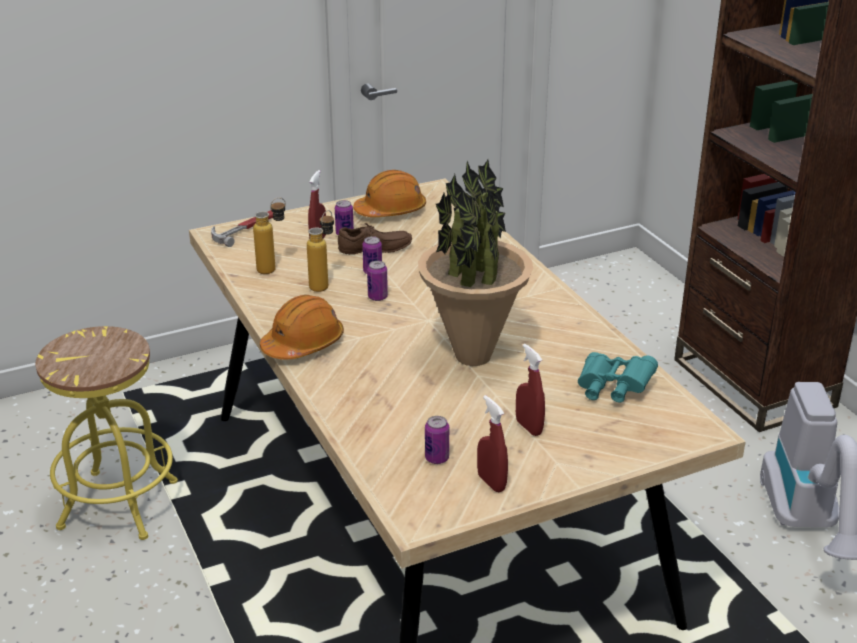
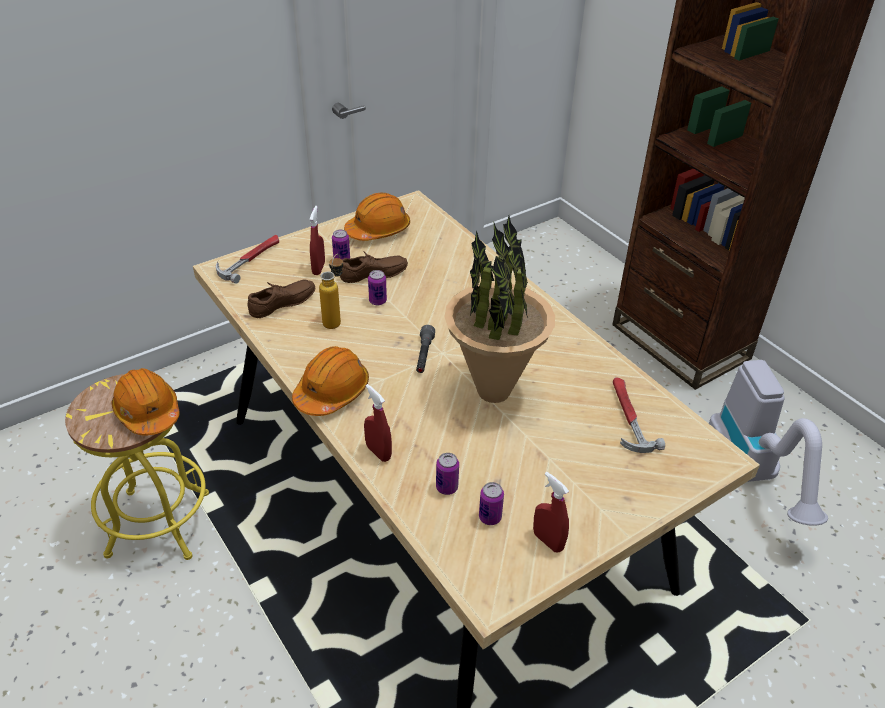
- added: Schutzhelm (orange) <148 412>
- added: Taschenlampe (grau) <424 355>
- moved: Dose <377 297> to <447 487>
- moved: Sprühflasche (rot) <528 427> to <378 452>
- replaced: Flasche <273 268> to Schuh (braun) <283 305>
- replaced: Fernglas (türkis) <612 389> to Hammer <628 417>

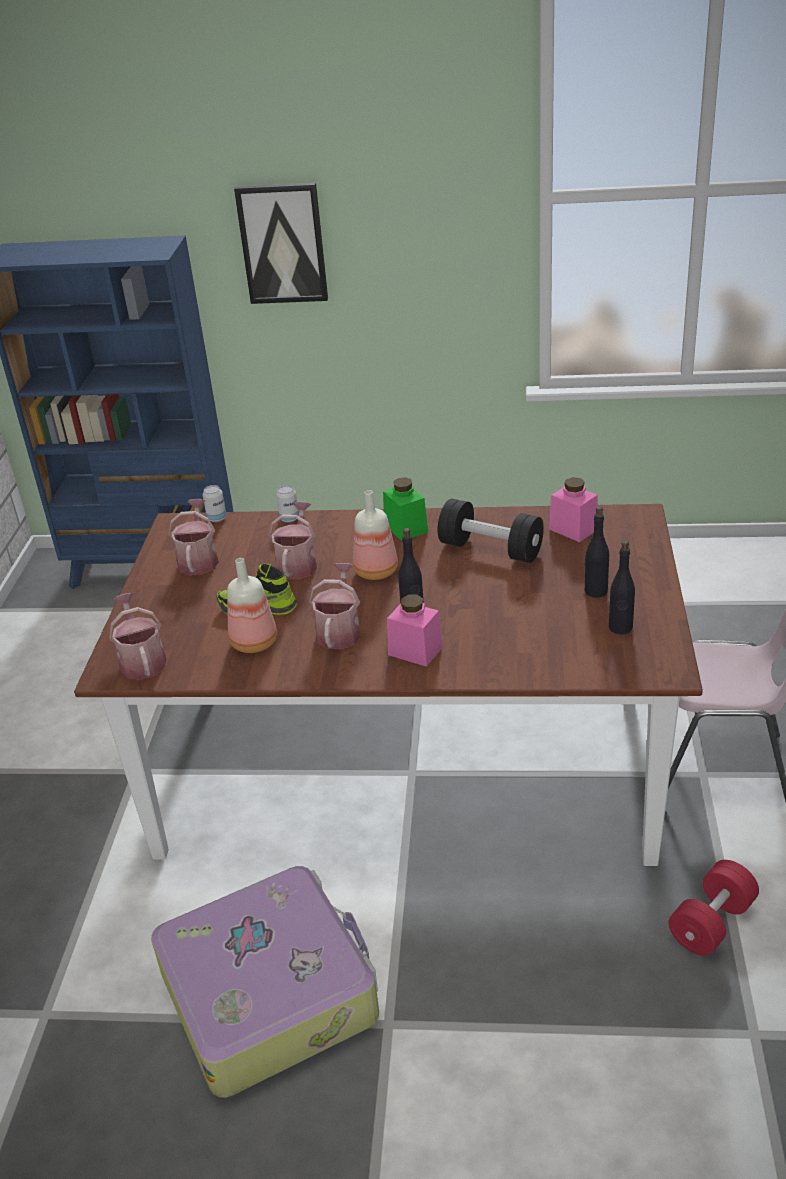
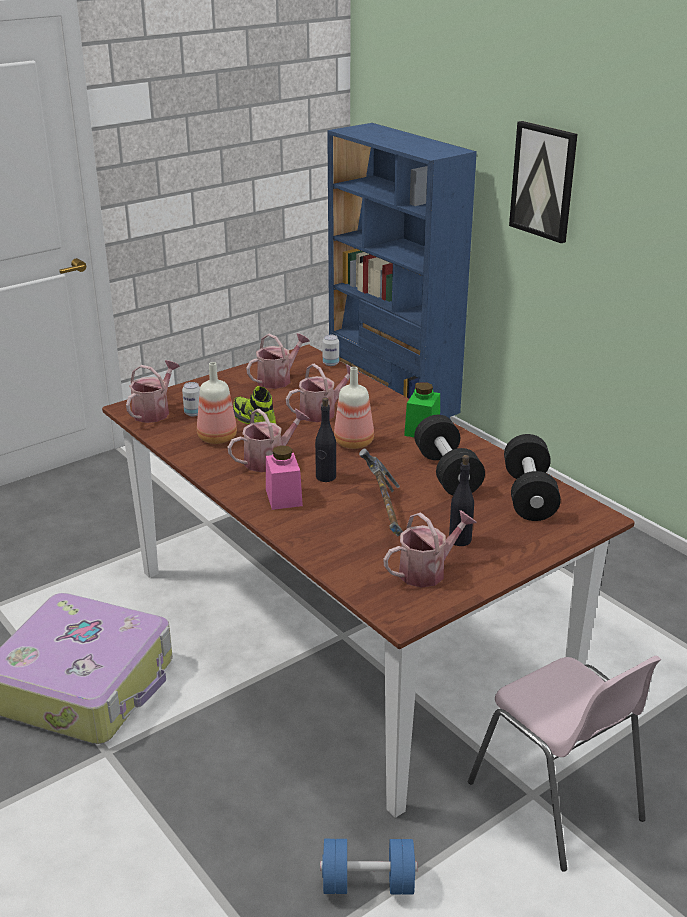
- added: Hammer <384 515>
- moved: Dose <289 518> to <193 413>
- replaced: Vorratsglas (rosa) <573 529> to Hantel (schwarz) <529 495>
- replaced: Flasche (schwarz) <620 628> to Gießkanne <427 571>
- recoloured: Hantel (rot) <711 923> to Hantel (blau) <368 883>

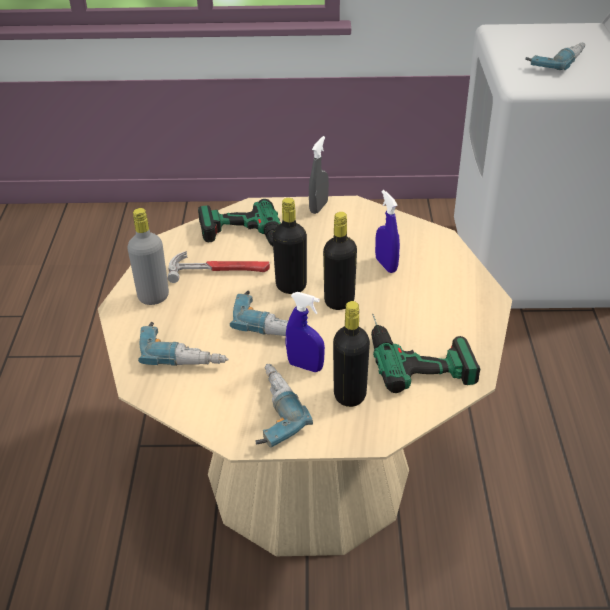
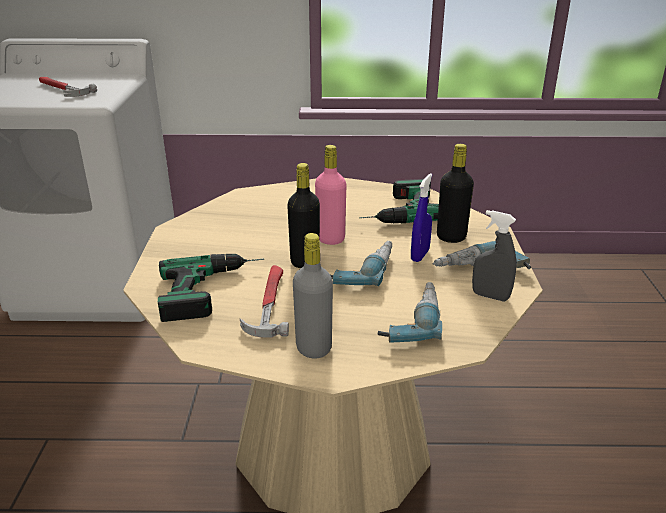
- removed: Sprühflasche (blau) <386 265>
- moved: Sprühflasche (grau) <318 207> to <490 296>
- replaced: Bohrmaschine <555 61> to Hammer <62 89>
- recoloured: Flasche (schwarz) <339 301> to Flasche (rosa) <330 239>

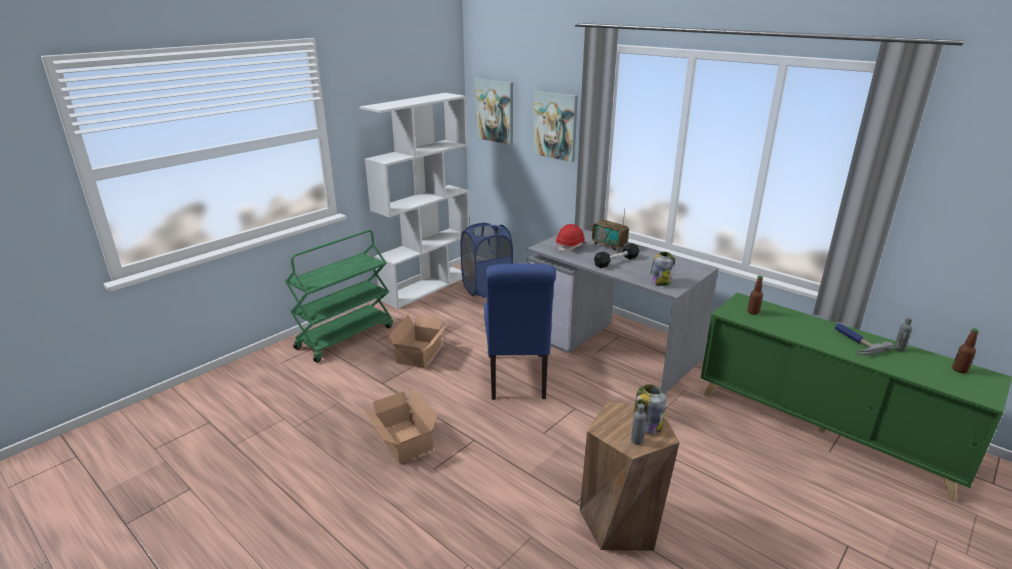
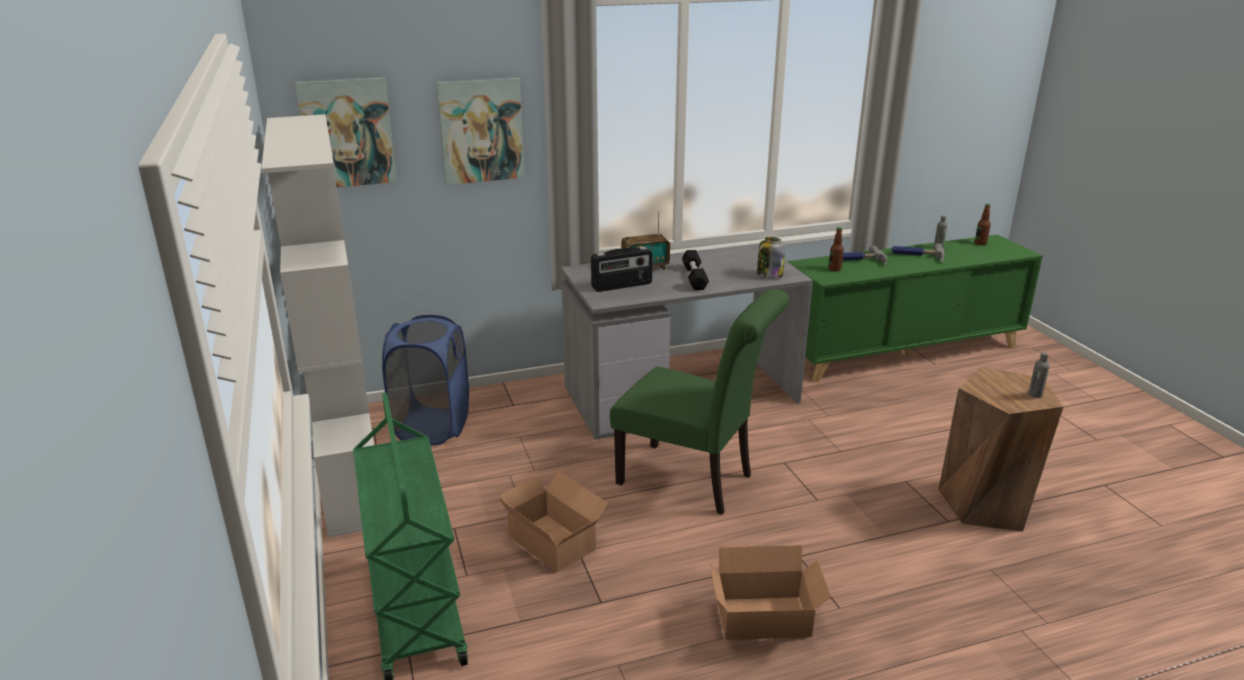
- removed: Vorratsglas <647 424>
- added: Hammer <858 260>
- replaced: Schutzhelm (rot) <571 246> to Radio <622 286>
- recoloured: Stuhl (blau) <517 379> to Stuhl (grün) <693 481>

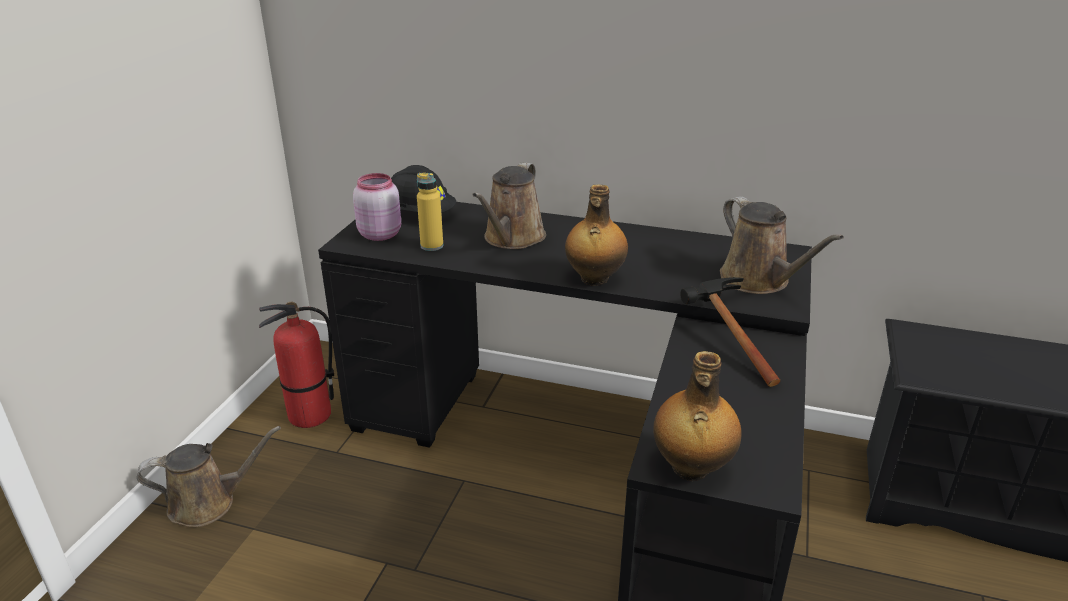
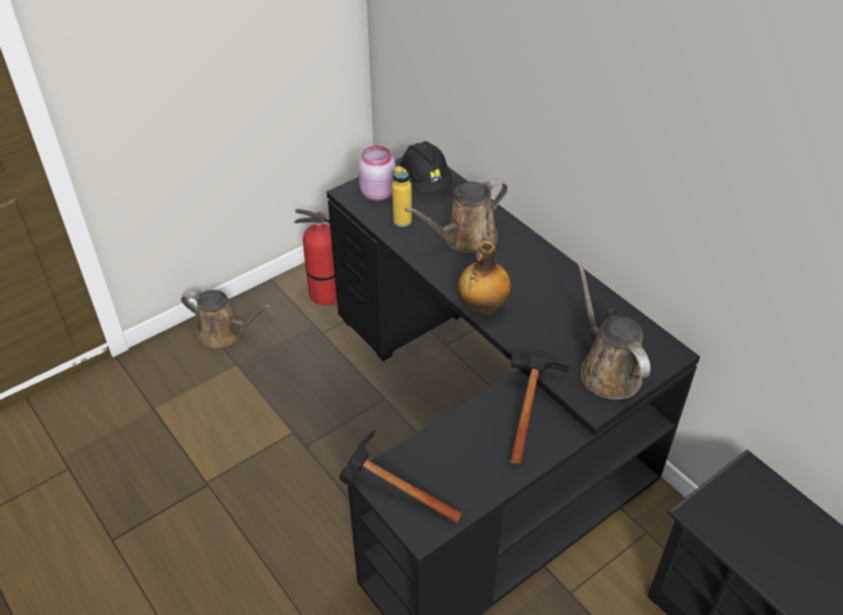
- replaced: Flasche <690 468> to Hammer <389 491>
- turned: Gießkanne (braun) <759 281> = <607 370> 150 degrees clockwise

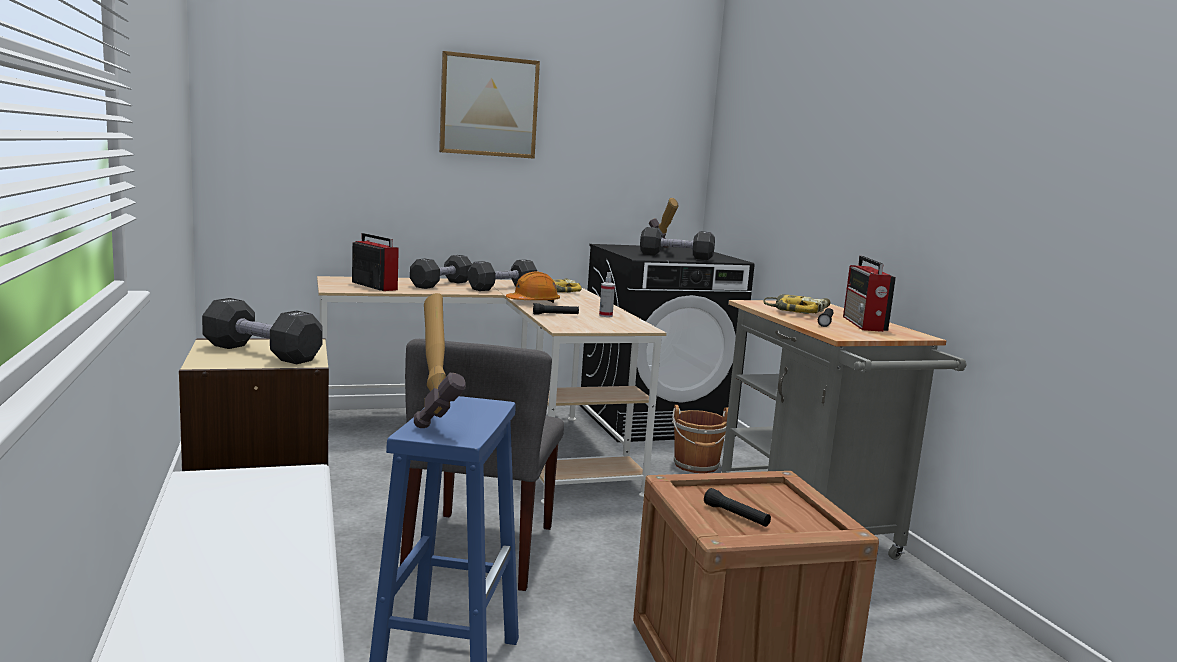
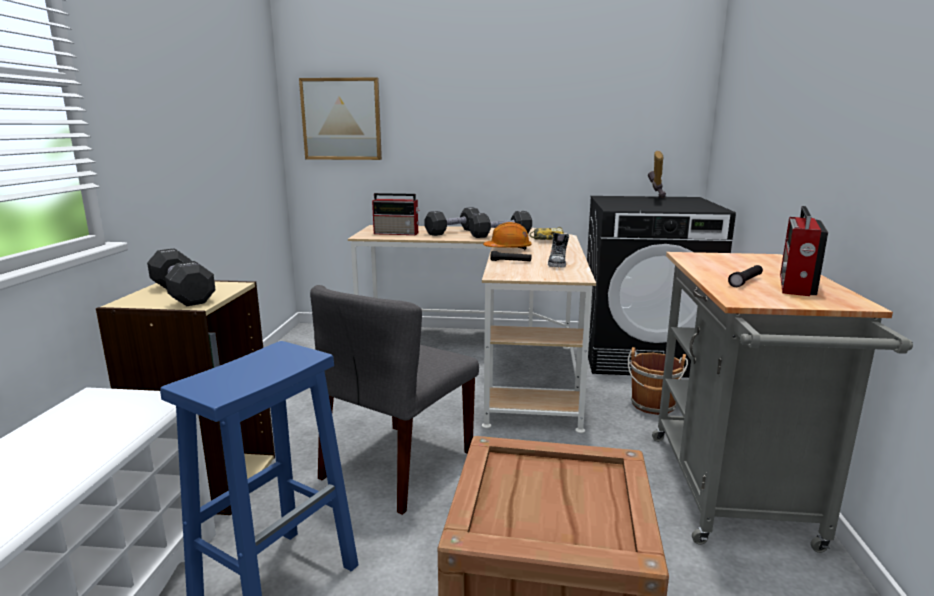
- removed: Hammer <439 414>
- removed: Hantel (schwarz) <676 256>
- removed: Taschenlampe (schwarz) <736 516>
- removed: Bohrmaschine <798 311>
- moved: Bild <488 106> to <341 119>
- replaced: Sprühflasche <605 315> to Schuh <558 263>
- turned: Radio <374 286> = <397 233> 120 degrees clockwise

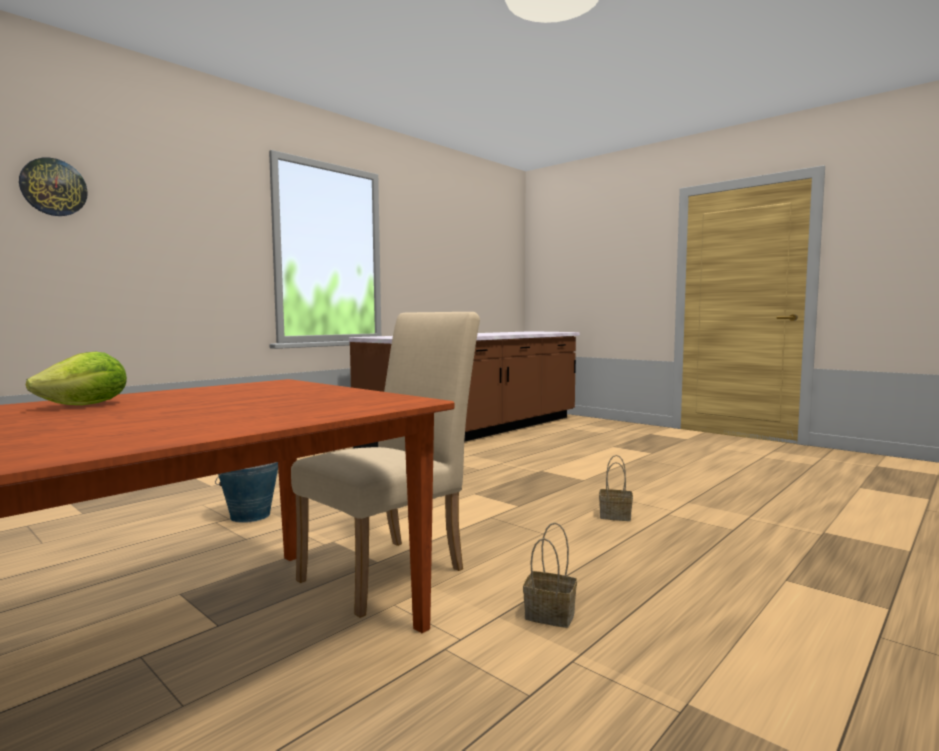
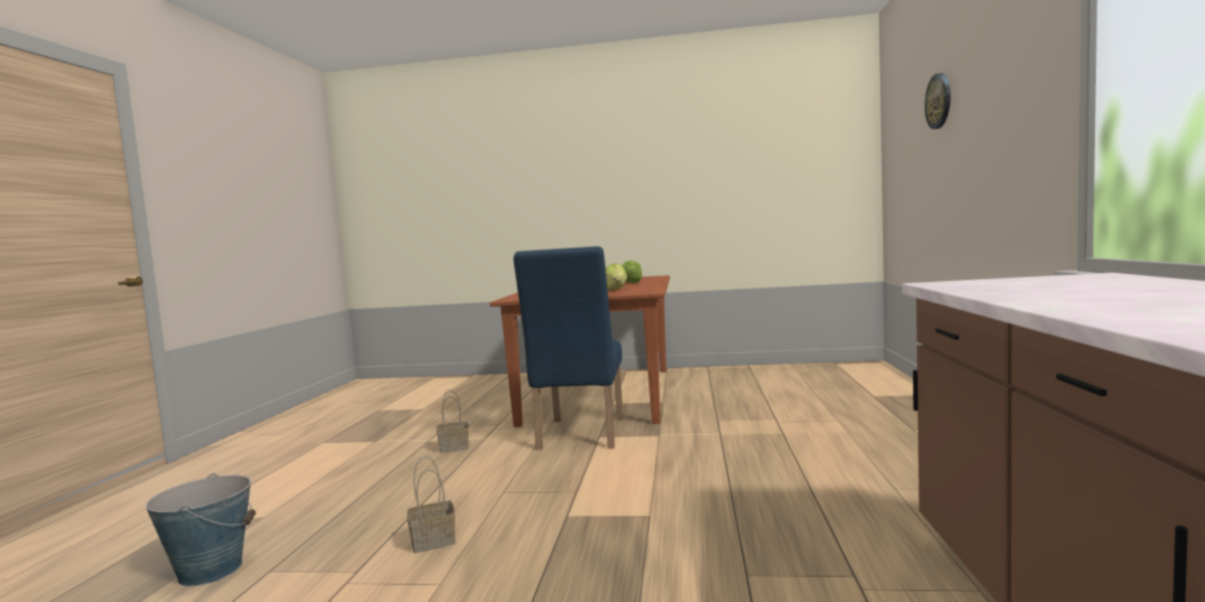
- added: Salatkopf <616 289>
- moved: Eimer <250 516> to <211 570>
- recoloured: Stuhl (beige) <392 570> to Stuhl (blau) <579 436>

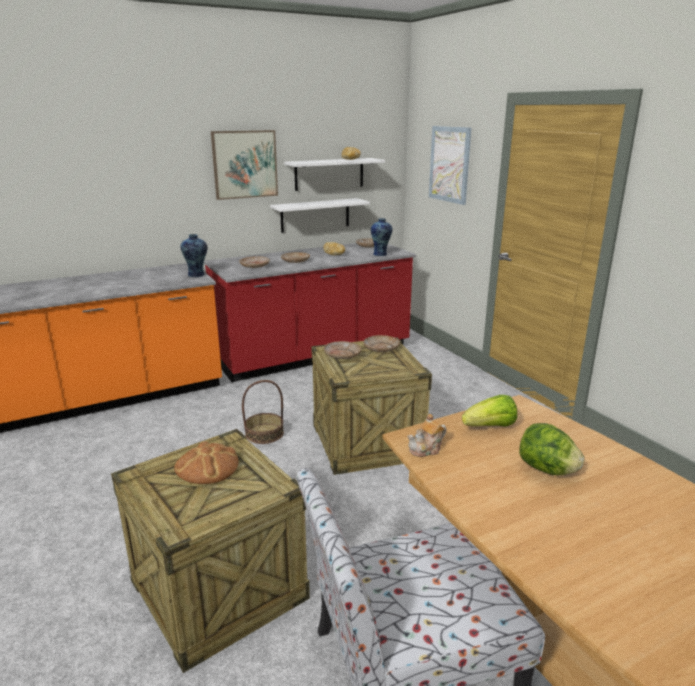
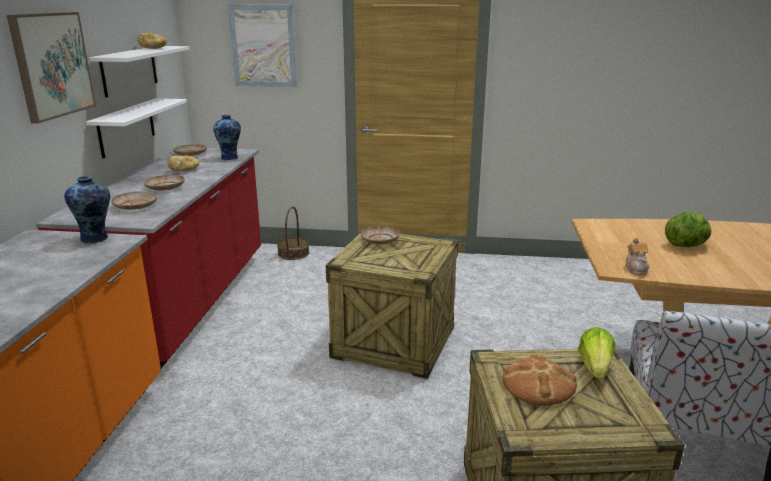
- removed: Teller (beige) <342 355>
- moved: Korb <264 433> to <293 253>
- moved: Salatkopf <490 427> to <595 367>

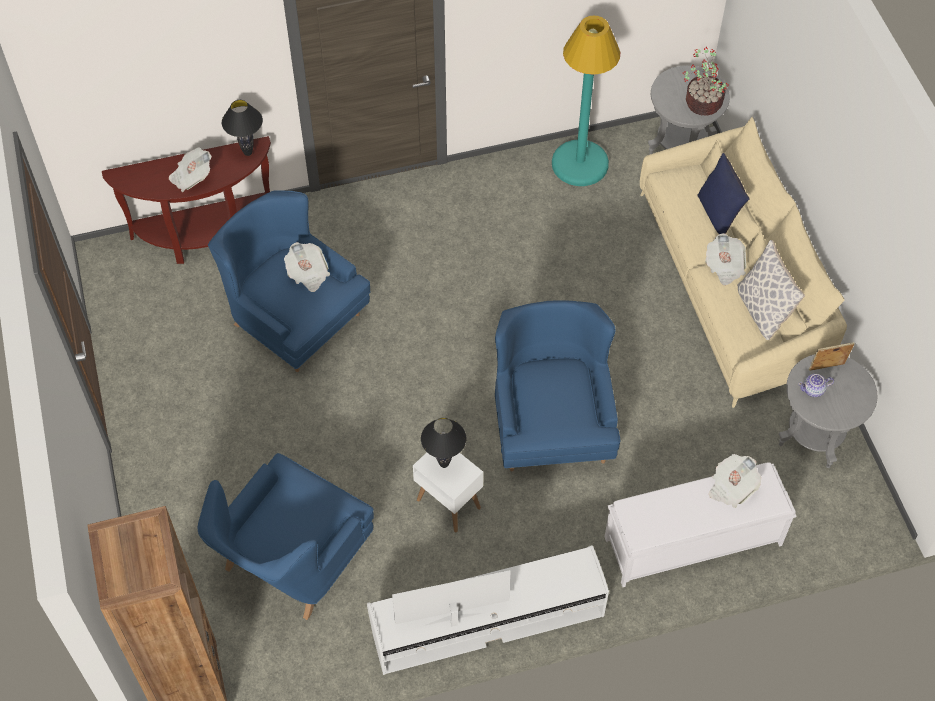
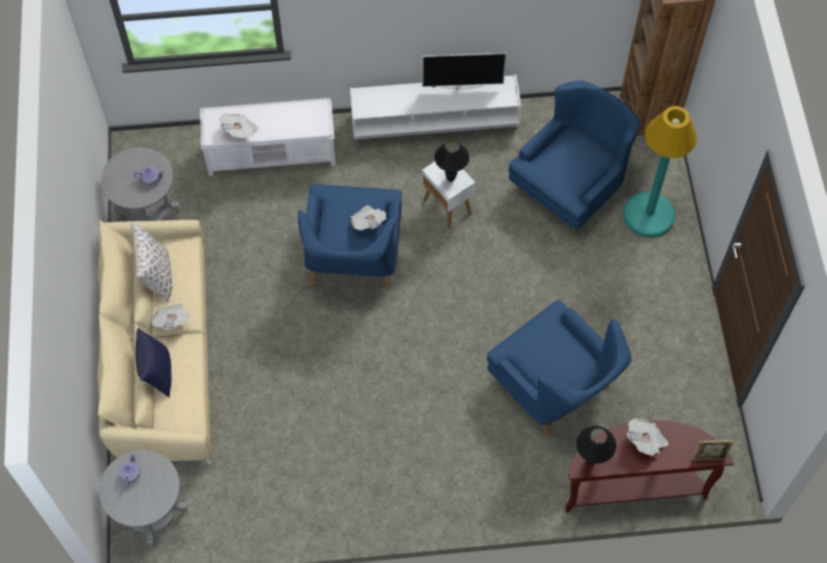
- moved: Zeitung <308 274> to <368 222>
- moved: Stehlampe (türkis) <580 163> to <648 215>
- moved: Bilderrahmen <826 368> to <709 457>
- replaced: Topfpflanze <702 102> to Teekanne <130 474>

